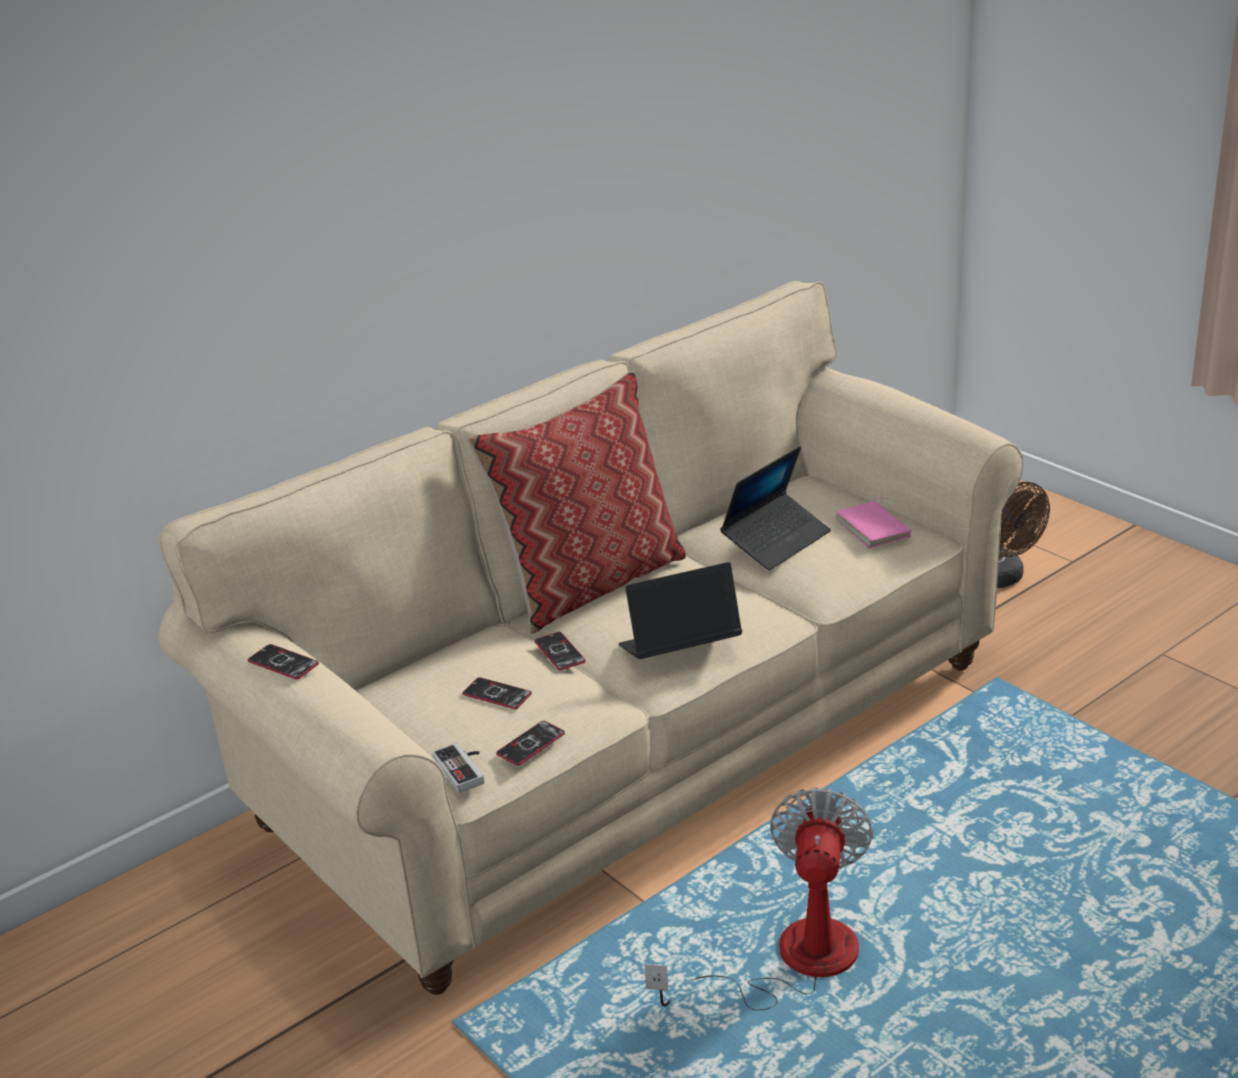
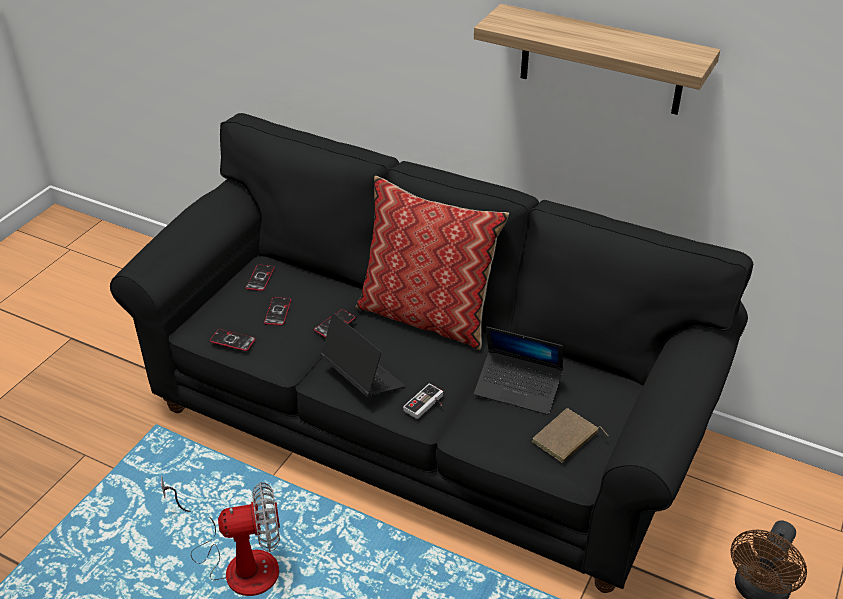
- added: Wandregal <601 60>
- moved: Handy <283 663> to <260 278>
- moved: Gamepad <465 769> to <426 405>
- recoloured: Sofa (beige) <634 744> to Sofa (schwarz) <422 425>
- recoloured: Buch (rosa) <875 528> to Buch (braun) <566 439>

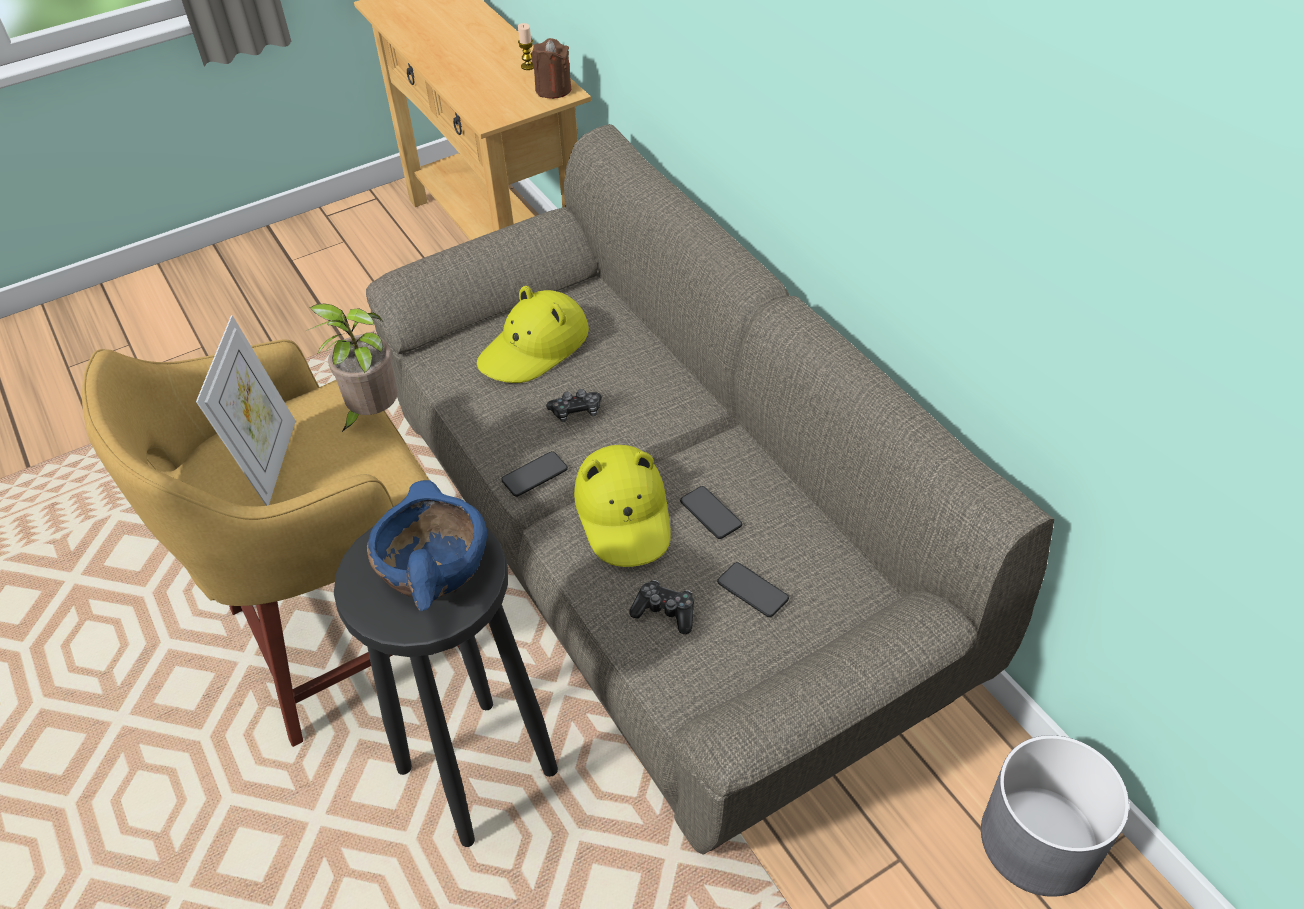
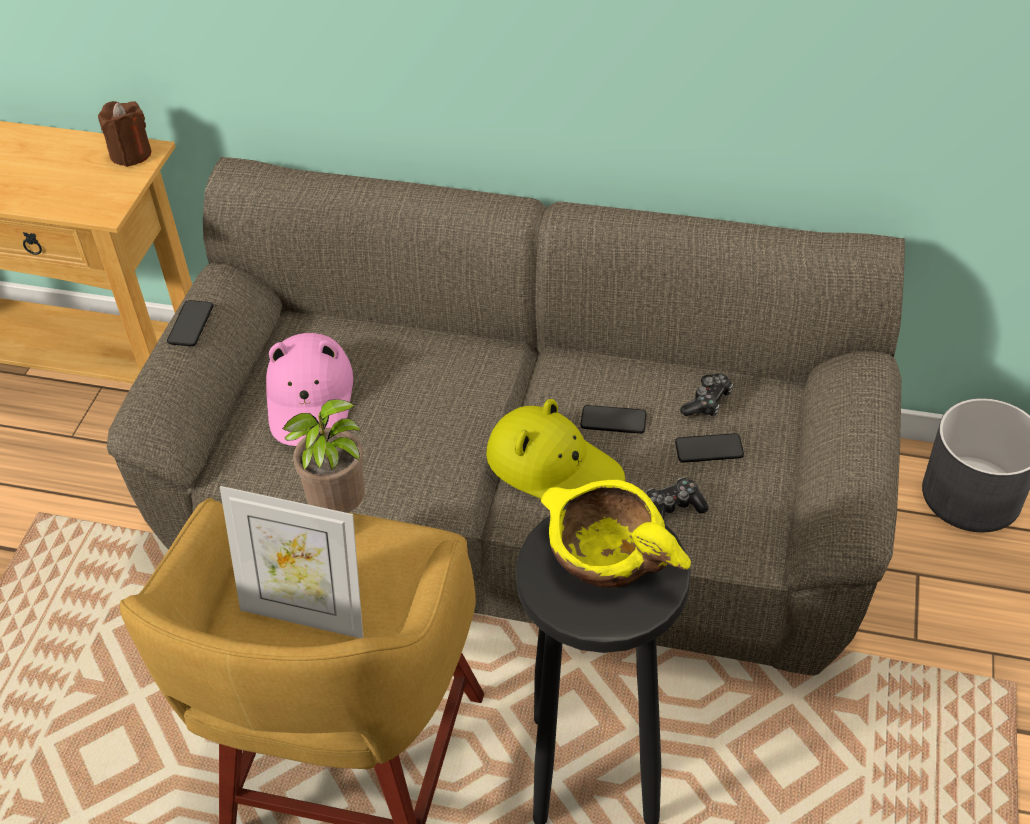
- removed: Kerze <528 66>
- moved: Handy <534 475> to <190 324>
- moved: Gamepad <576 411> to <707 402>
- recoloured: Schüssel (blau) <433 567> to Schüssel (gelb) <606 555>
- recoloured: Hut (gelb) <534 347> to Hut (rosa) <310 399>
- turned: Bilderrahmen <270 462> = <306 613> 150 degrees clockwise

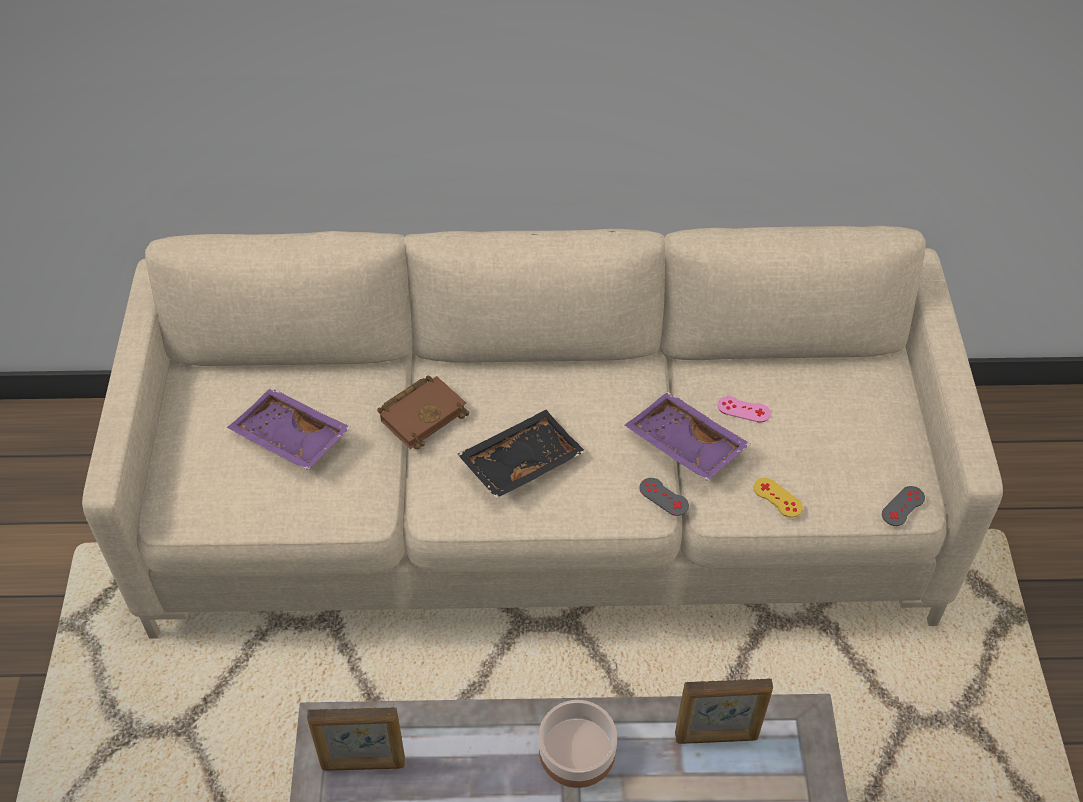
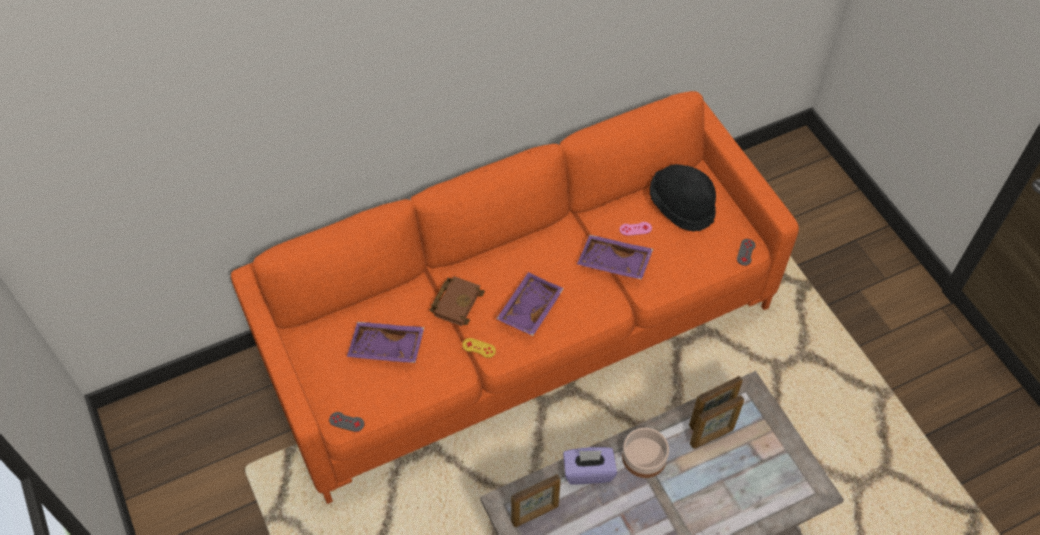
- added: Taschentuchbox (lila) <588 471>
- added: Hut (schwarz) <681 206>
- added: Bilderrahmen <712 437>
- moved: Gamepad (grau) <664 497> to <346 422>
- moved: Gamepad (gelb) <777 498> to <479 348>
- recoloured: Sofa (beige) <541 513> to Sofa (orange) <520 331>
- recoloured: Tablett (schwarz) <520 461> to Tablett (lila) <529 308>

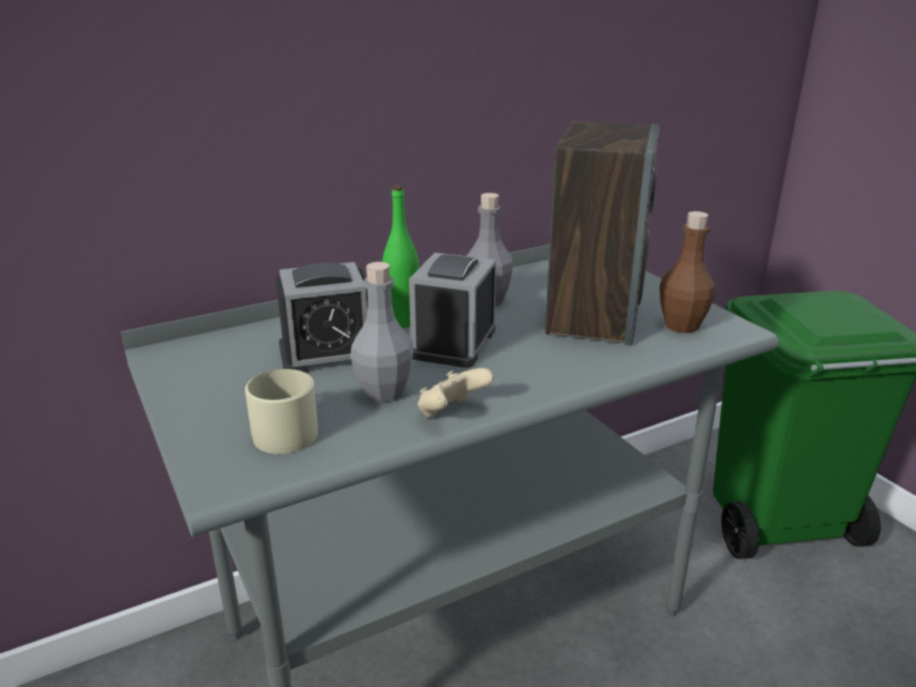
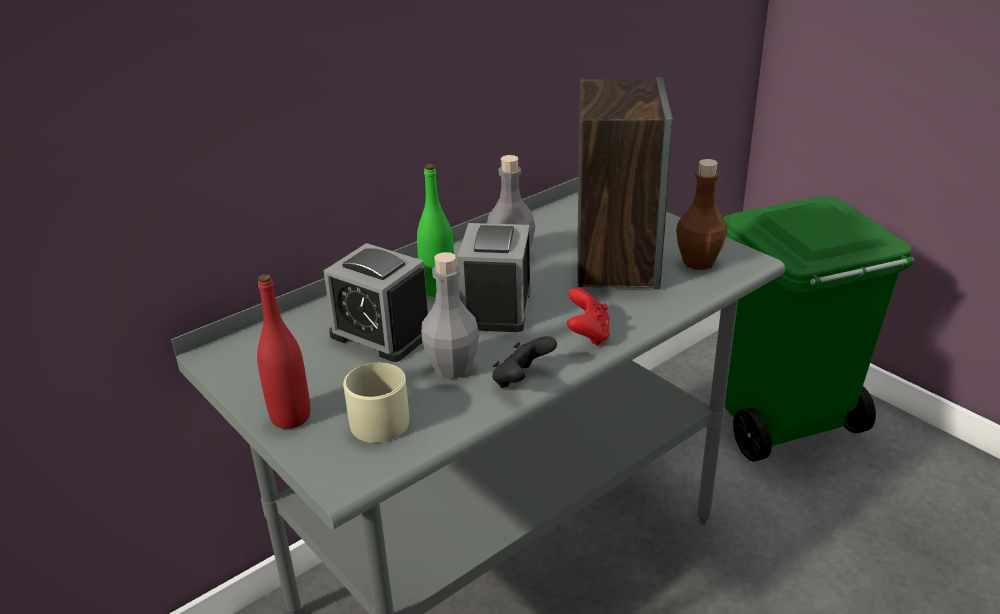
- added: Flasche (rot) <290 417>
- added: Gamepad (rot) <588 334>
- recoloured: Gamepad (beige) <451 413> to Gamepad (schwarz) <521 380>
- turned: Wecker <328 353> = <381 334> 60 degrees clockwise

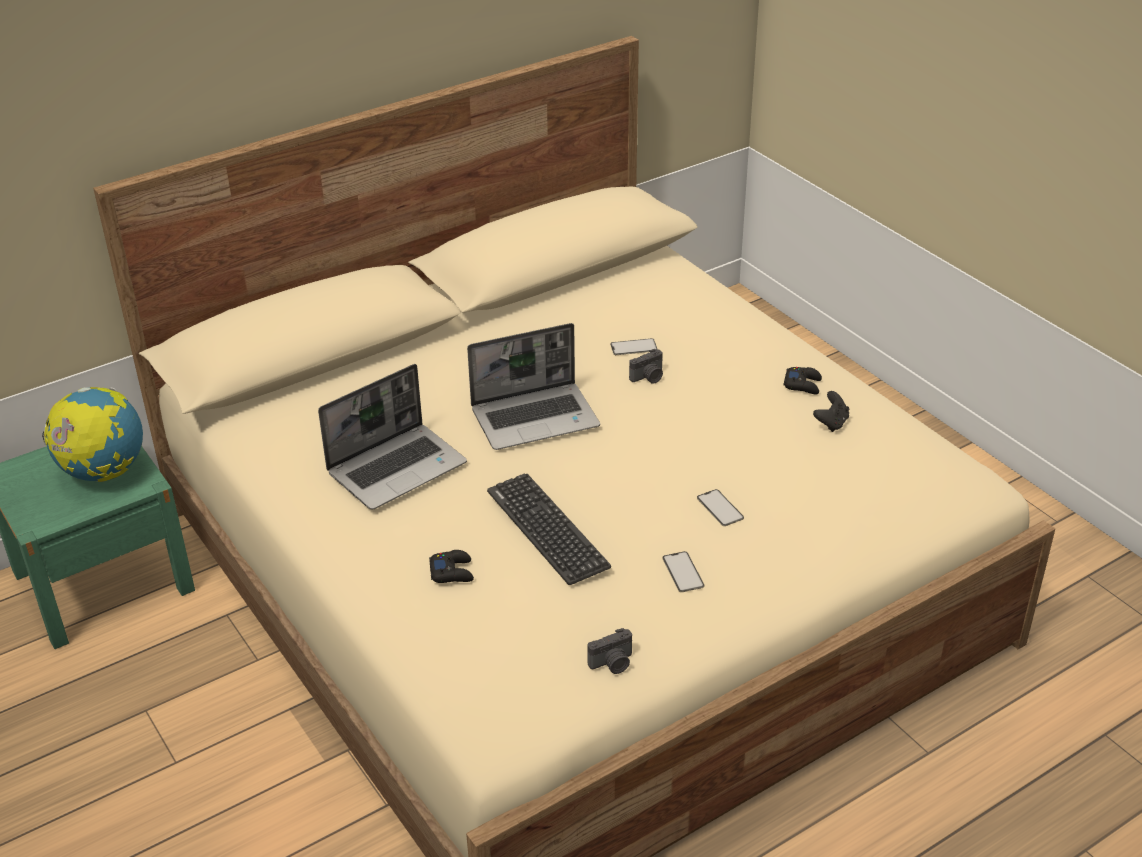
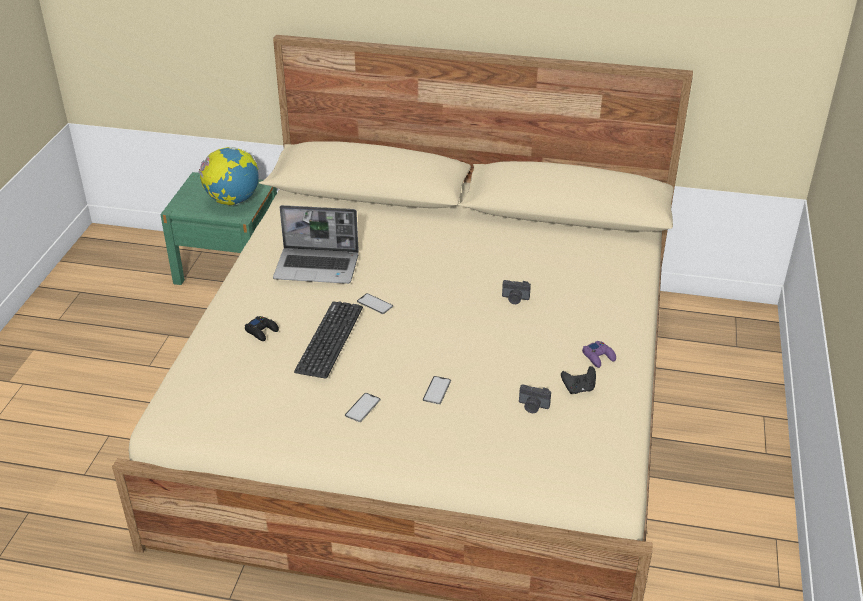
- removed: Laptop <536 417>
- moved: Kamera <613 663> to <533 406>
- moved: Handy <633 347> to <375 304>
- recoloured: Gamepad (schwarz) <803 384> to Gamepad (lila) <598 357>

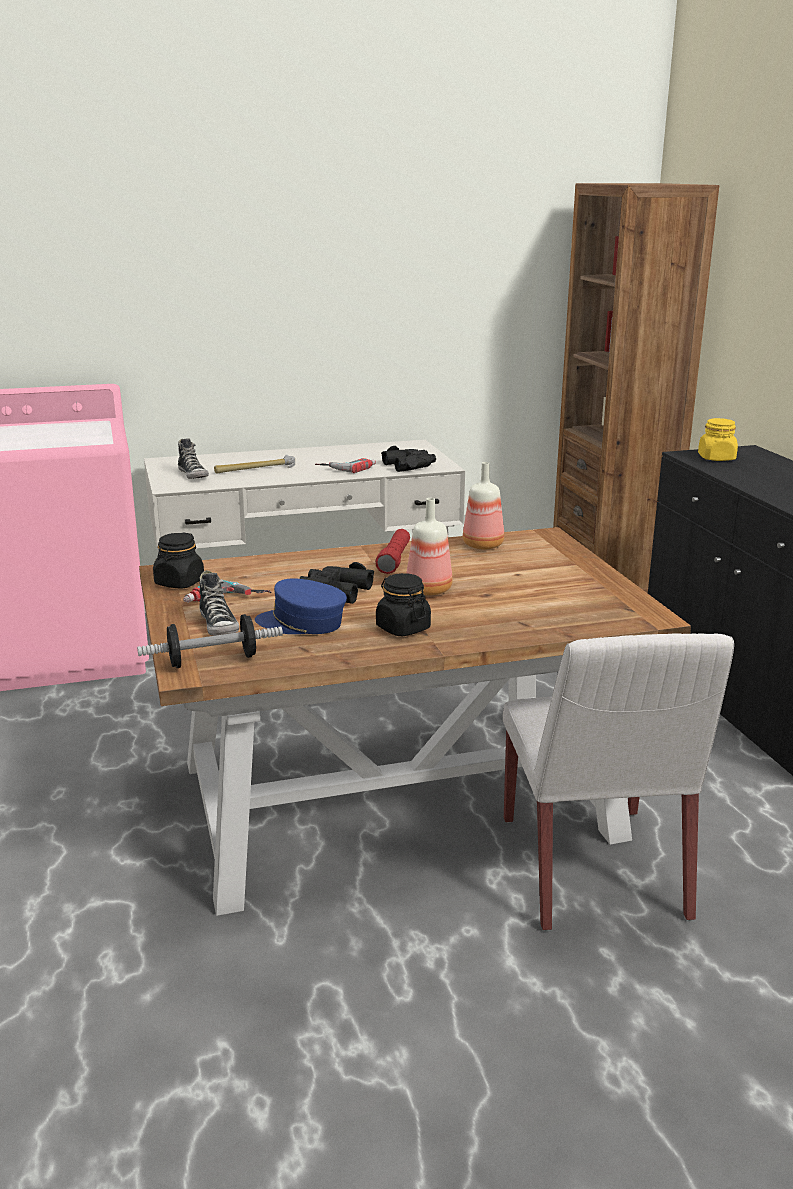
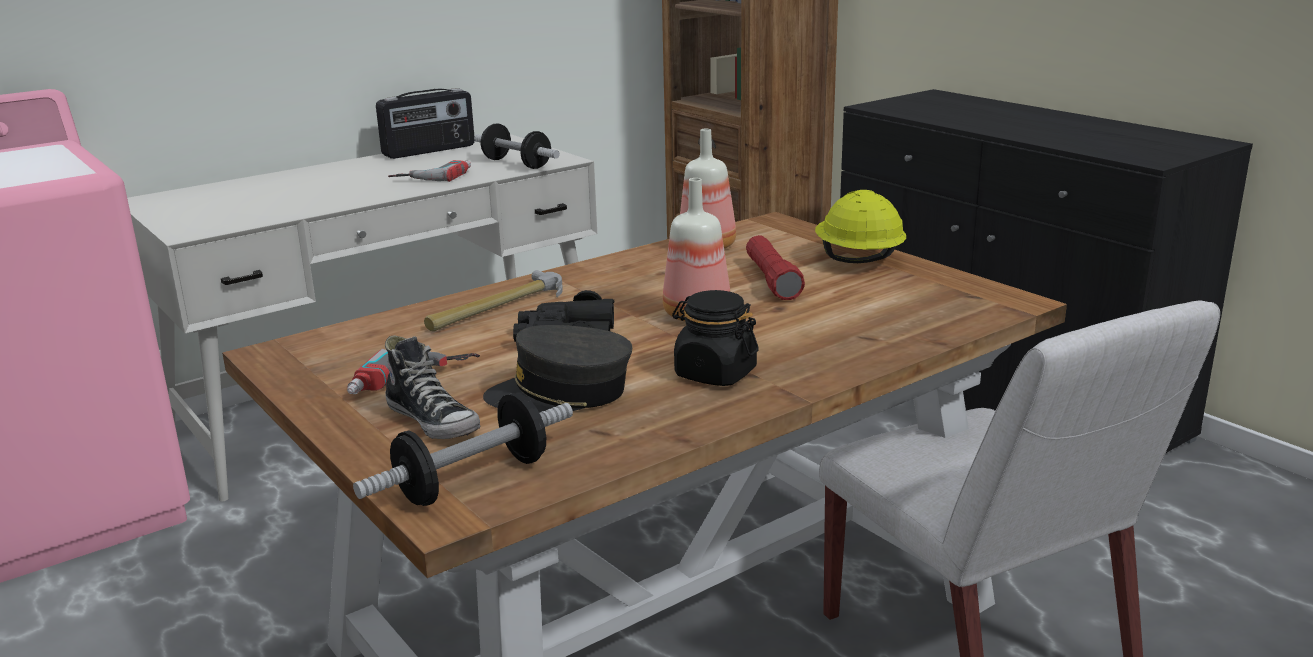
- removed: Vorratsglas (schwarz) <179 582>
- removed: Schuh <193 475>
- removed: Vorratsglas (gelb) <716 458>
- added: Radio <429 150>
- added: Schutzhelm (gelb) <858 259>
- moved: Hammer <255 468> to <496 307>
- moved: Taschenlampe (rot) <394 560> to <772 280>
- replaced: Fernglas (schwarz) <410 465> to Hantel <516 164>
- recoloured: Kappe (blau) <302 623> to Kappe (grau) <561 394>

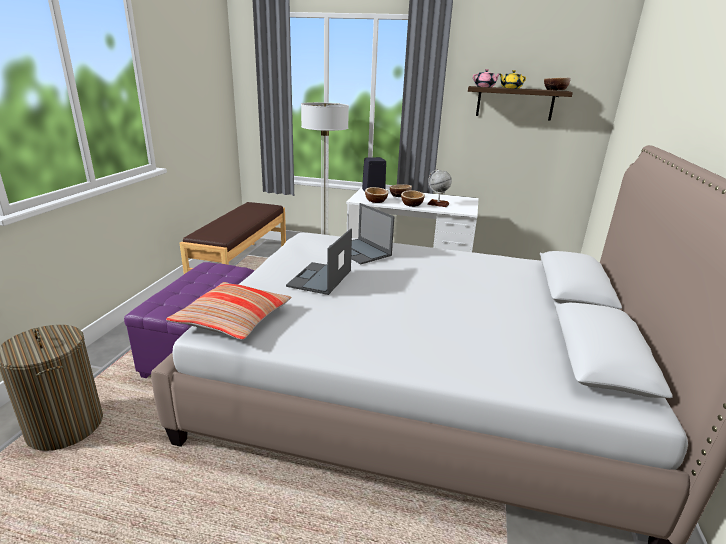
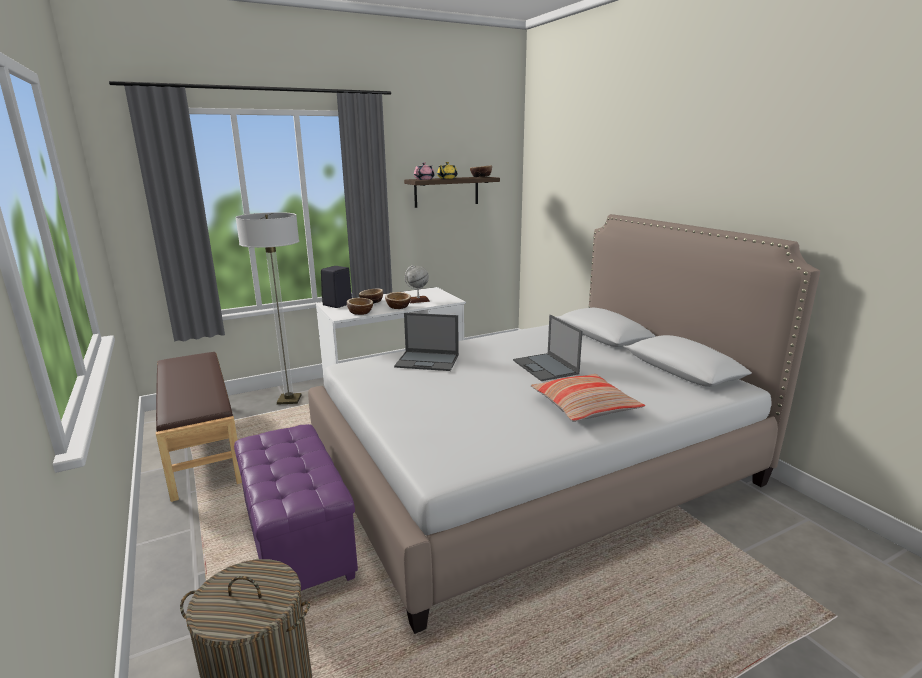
- moved: Kissen <233 319> to <584 407>
- moved: Laptop <319 279> to <546 367>

